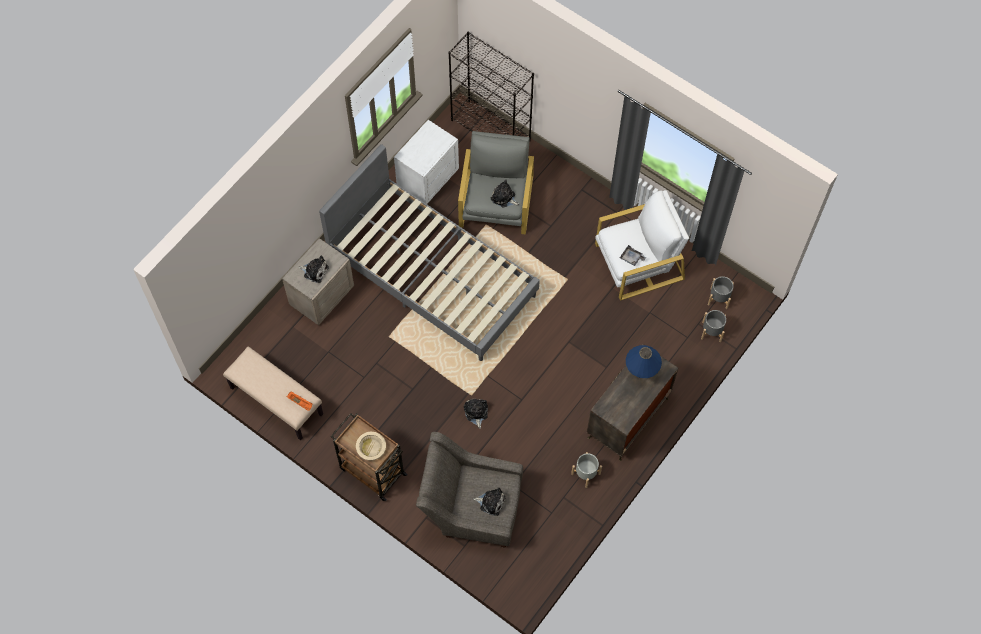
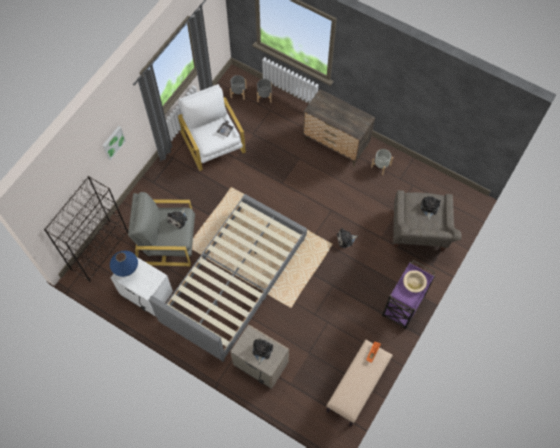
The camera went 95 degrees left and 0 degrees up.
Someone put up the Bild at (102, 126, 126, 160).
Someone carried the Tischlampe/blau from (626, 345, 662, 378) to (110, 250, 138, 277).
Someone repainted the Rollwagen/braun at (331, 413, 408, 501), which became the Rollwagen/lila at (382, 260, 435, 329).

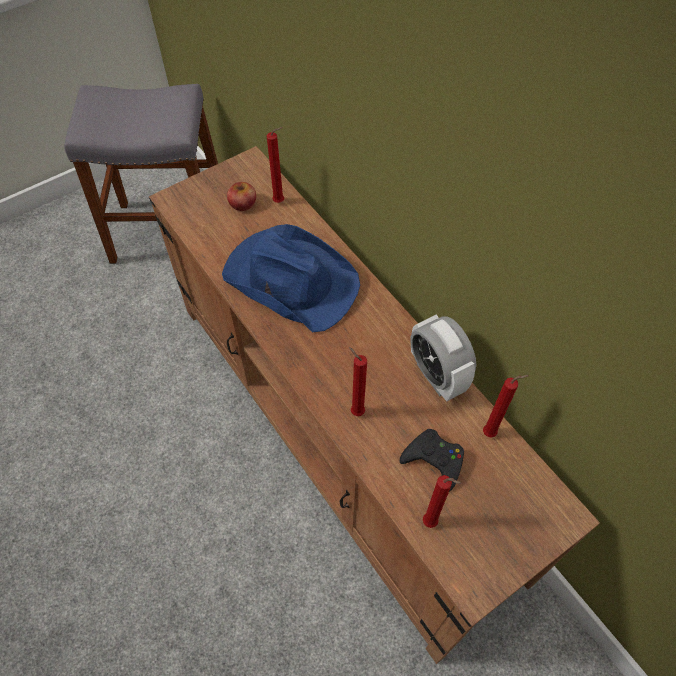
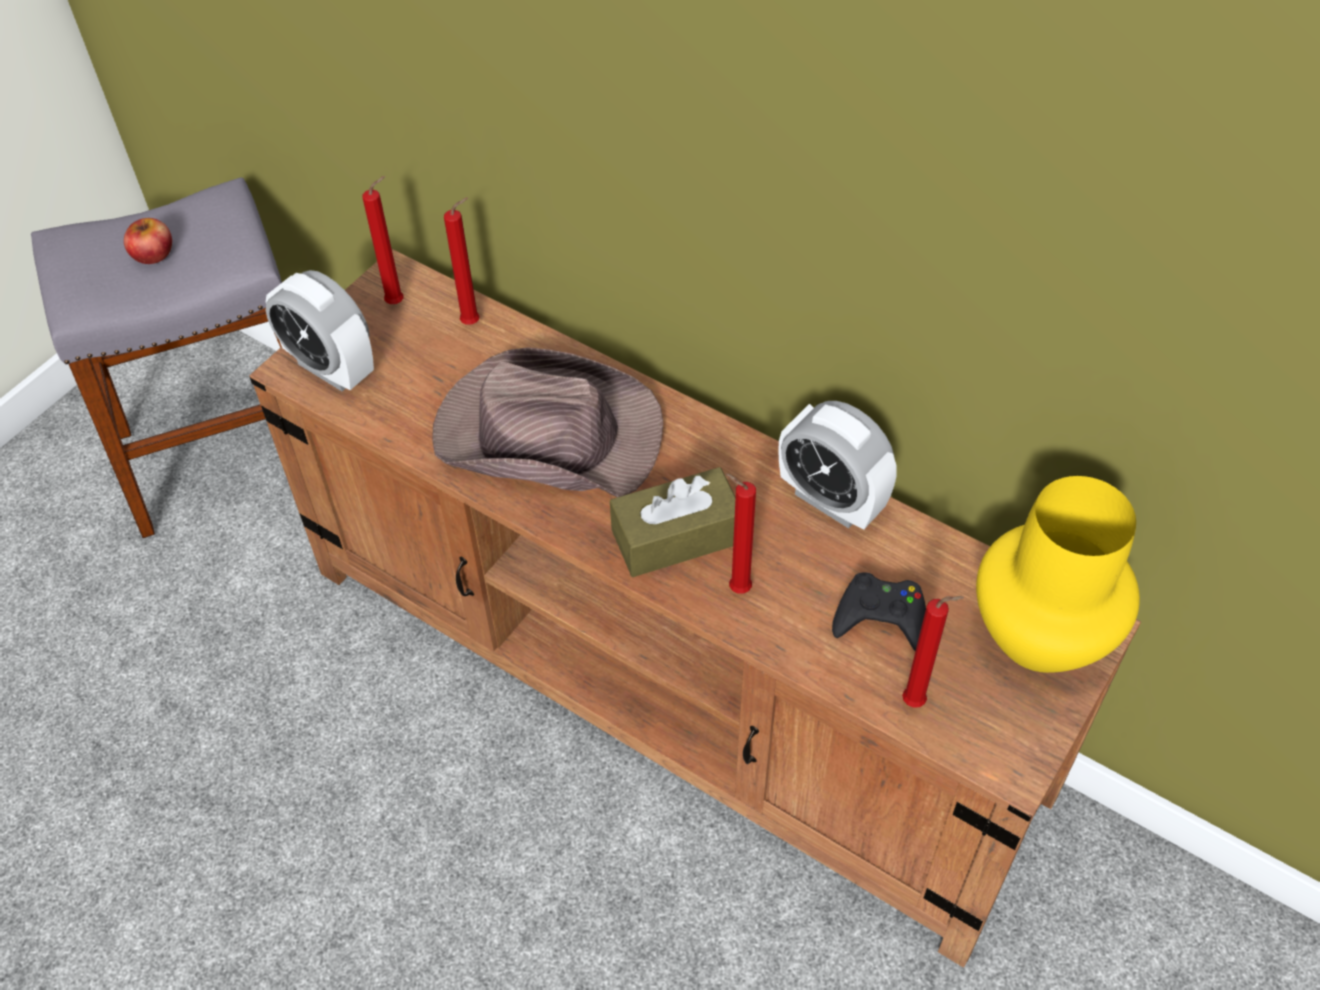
The camera went 20 degrees left and 5 degrees down.
Someone put down the Wecker at (266, 270, 374, 391).
Someone put down the Taschentuchbox/braun at (610, 467, 736, 577).
Someone put down the Vase/gelb at (976, 476, 1140, 673).
Someone carried the Apfel from (227, 182, 256, 211) to (124, 218, 172, 264).
Someone carried the Kerze/rot from (483, 375, 529, 438) to (362, 176, 404, 304).
Someone repainted the Hut/blau at (222, 224, 360, 332), which became the Hut/braun at (432, 347, 663, 497).

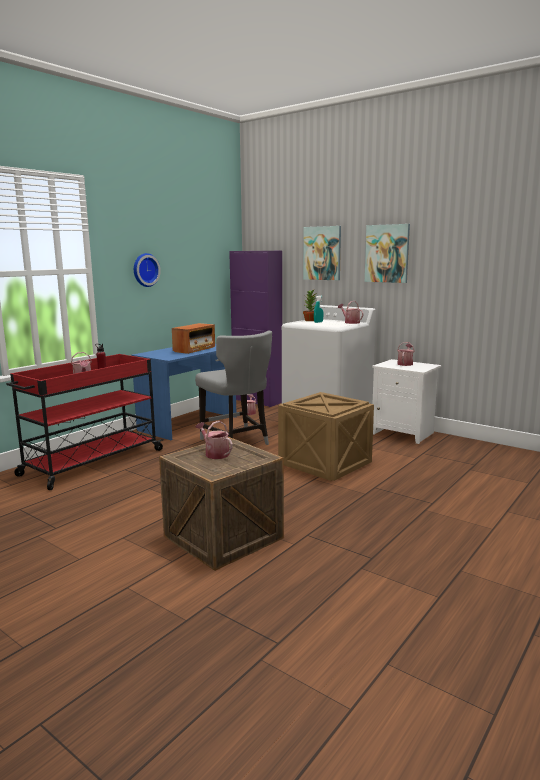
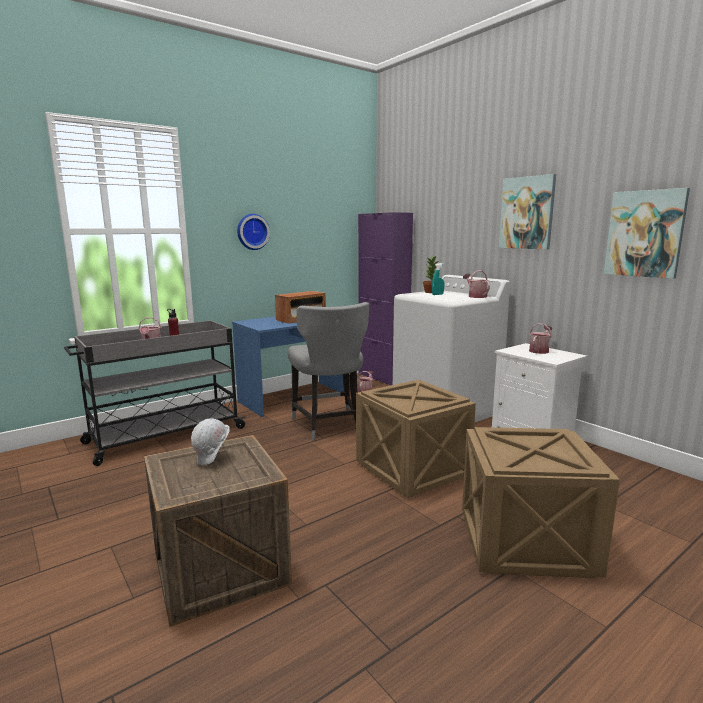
The camera went 15 degrees right and 0 degrees up.
Someone put down the Kiste at (462, 427, 620, 578).
Someone carried the Bild from (303, 226, 341, 280) to (604, 188, 690, 279).
Someone swapped the Gießkanne at (195, 421, 233, 459) for the Schutzhelm/weiß at (191, 418, 230, 465).
Someone repainted the Rollwagen/rot at (6, 354, 164, 490), which became the Rollwagen/grau at (64, 320, 246, 466).

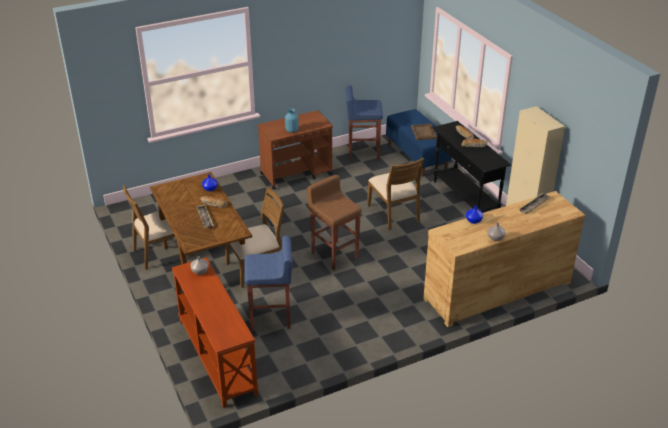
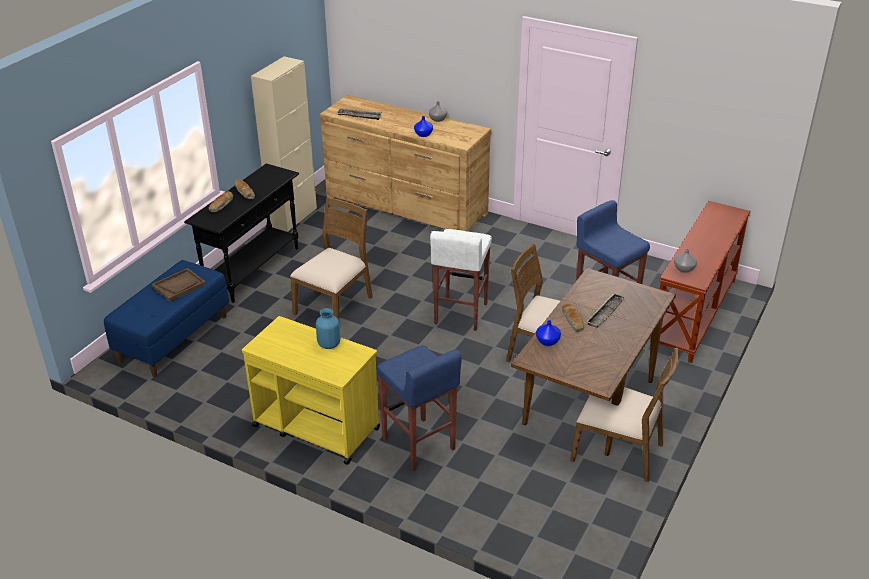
The camera went 125 degrees left and 0 degrees up.
Someone carried the Hocker/blau from (346, 85, 383, 160) to (376, 345, 462, 471).
Someone repainted the Rollwagen/braun at (257, 110, 333, 190), which became the Rollwagen/gelb at (242, 316, 380, 465).
Someone repainted the Hocker/braun at (307, 175, 362, 270), which became the Hocker/weiß at (430, 229, 492, 331).

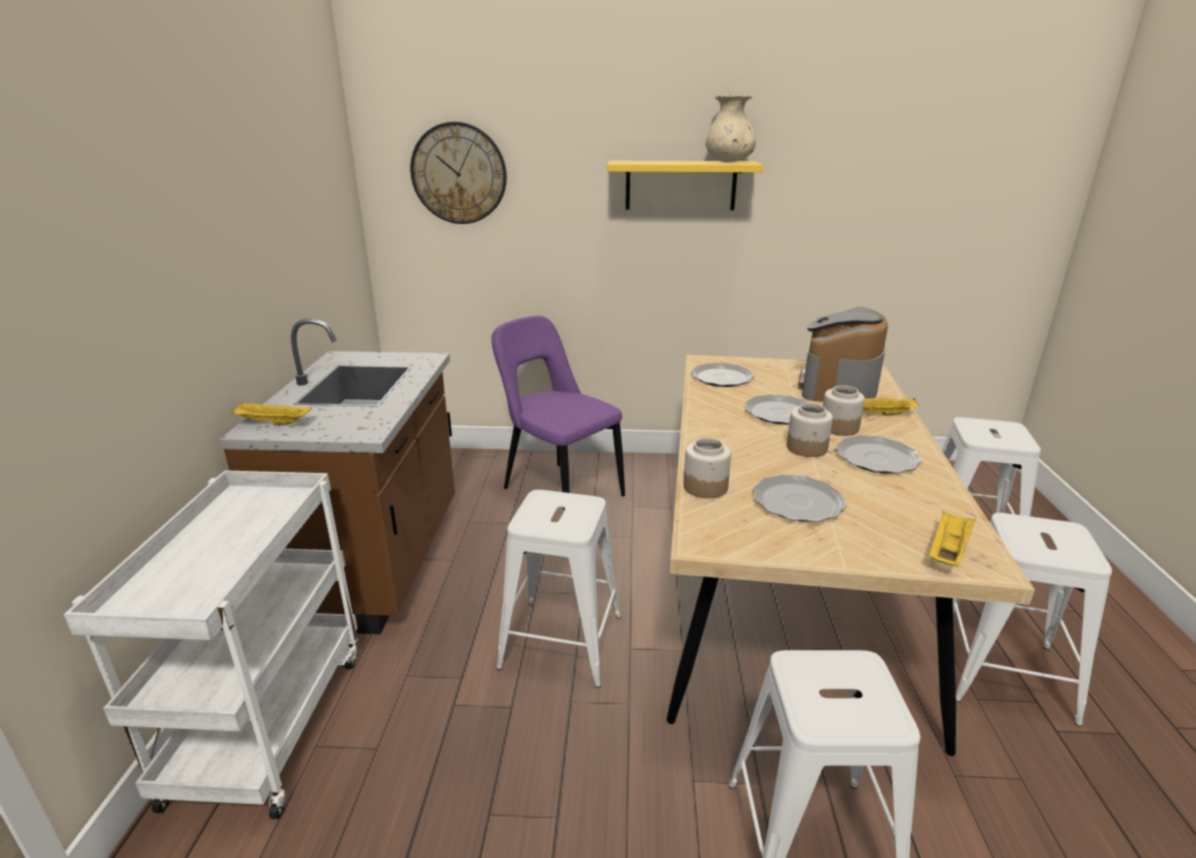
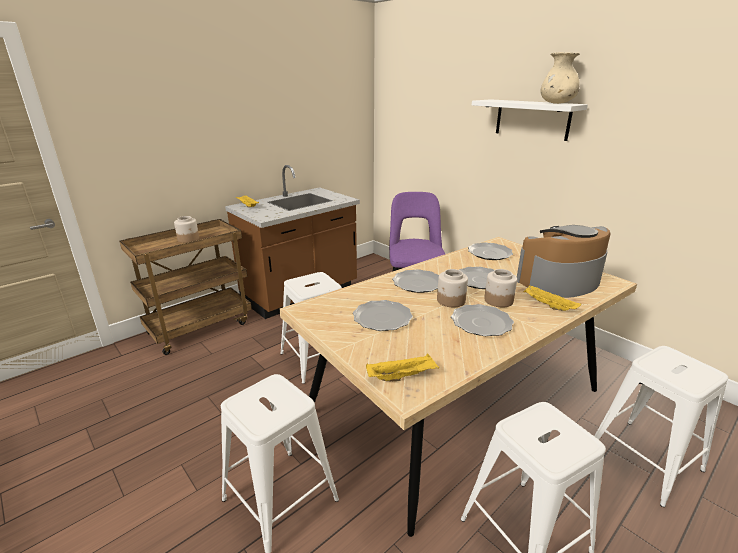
The camera went 45 degrees right and 0 degrees up.
Someone took away the Wanduhr at (410, 122, 507, 224).
Someone put down the Teller at (392, 269, 439, 293).
Someone carried the Vorratsglas from (683, 438, 731, 498) to (174, 216, 199, 243).
Someone repainted the Rollwagen/weiß at (63, 471, 358, 819), which became the Rollwagen/braun at (119, 219, 252, 355).
Someone repainted the Wandregal/gelb at (607, 161, 763, 210), which became the Wandregal/weiß at (472, 99, 588, 141).

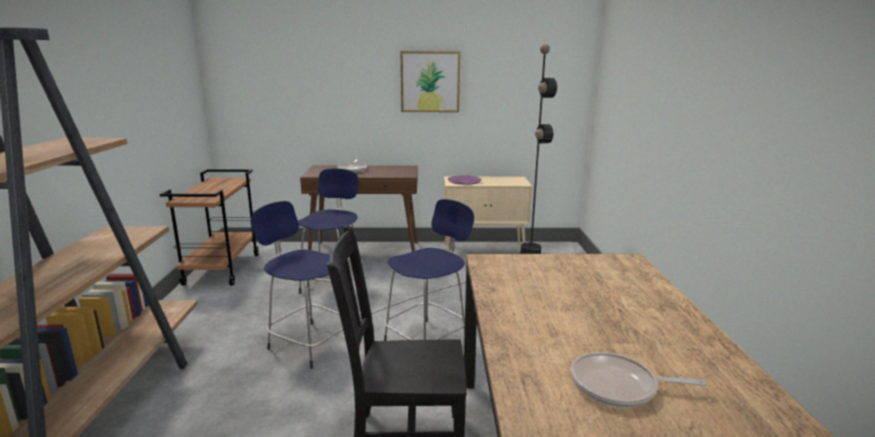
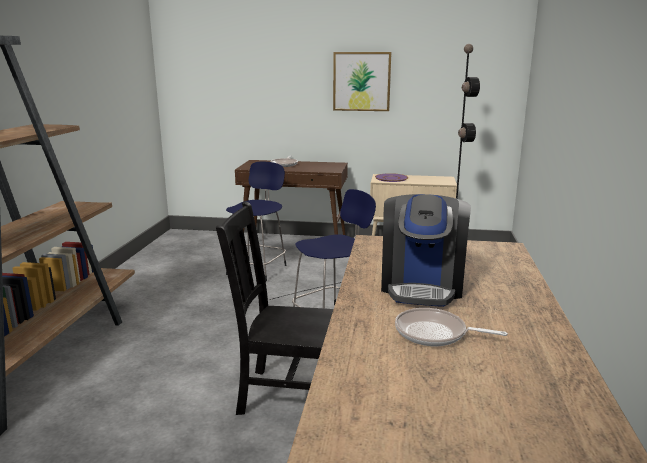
The camera went 10 degrees right and 0 degrees up.
Someone took away the Rollwagen/braun at (160, 169, 259, 286).
Someone took away the Hocker/blau at (251, 201, 343, 369).
Someone put down the Kaffeemaschine at (381, 194, 471, 307).

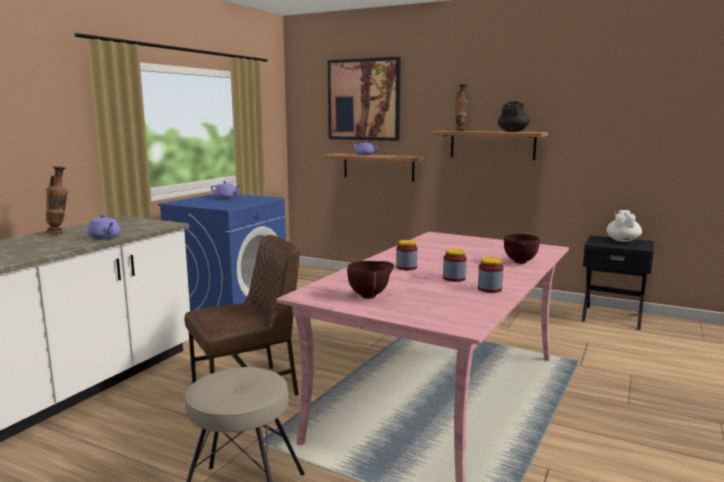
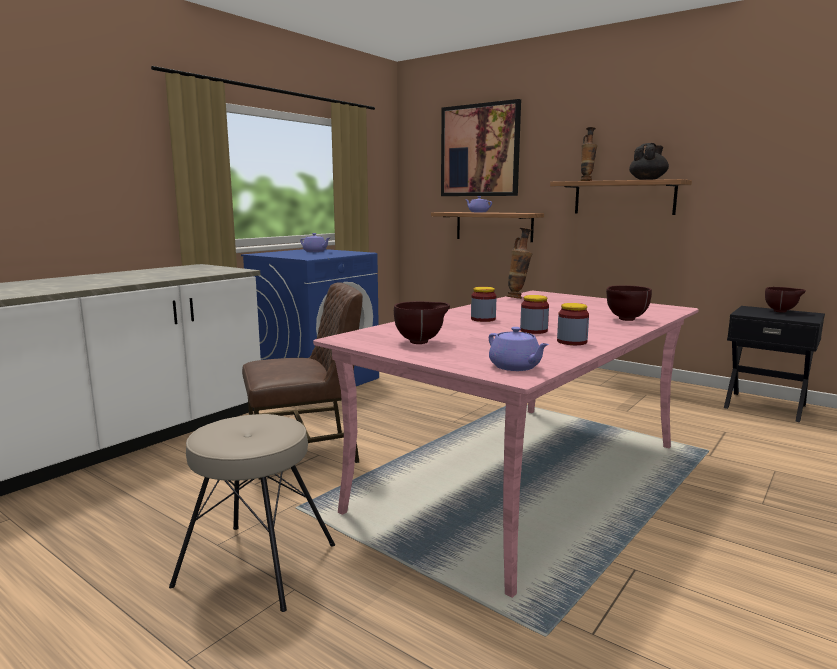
The camera went 10 degrees right and 0 degrees up.
Someone carried the Vase from (46, 166, 69, 234) to (507, 228, 532, 299).
Someone carried the Teekanne/lila from (87, 214, 120, 239) to (489, 327, 549, 371).
Someone swapped the Teekanne/weiß at (606, 210, 642, 242) for the Schüssel/braun at (765, 287, 806, 313).

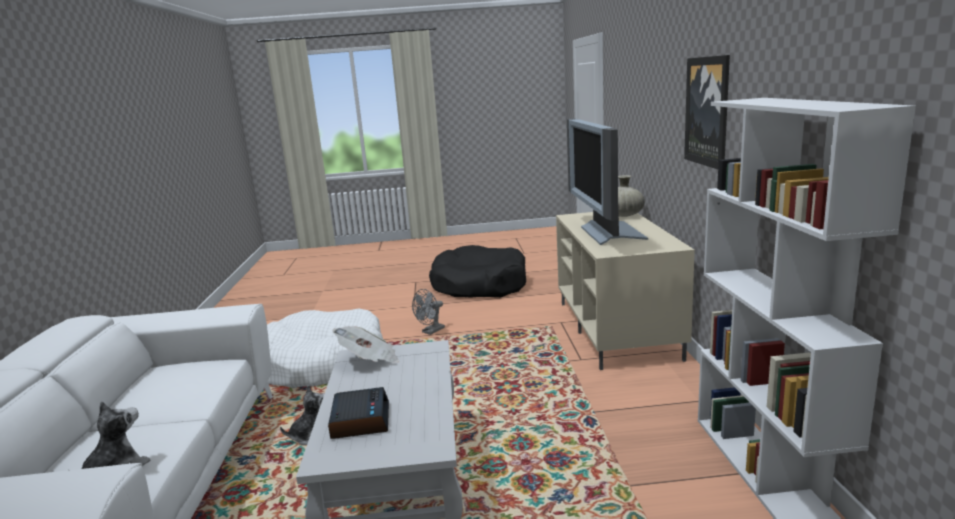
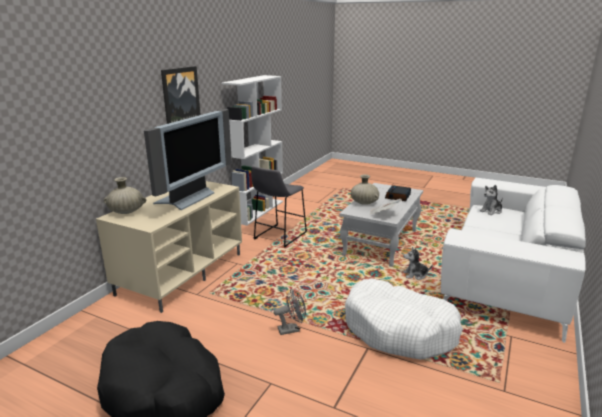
The camera went 150 degrees left and 5 degrees up.
Someone put down the Hocker/grau at (251, 166, 307, 247).
Someone put down the Vase/beige at (351, 175, 379, 205).

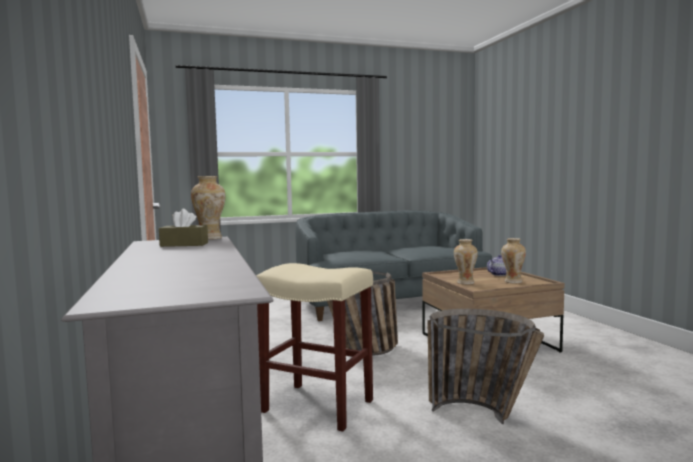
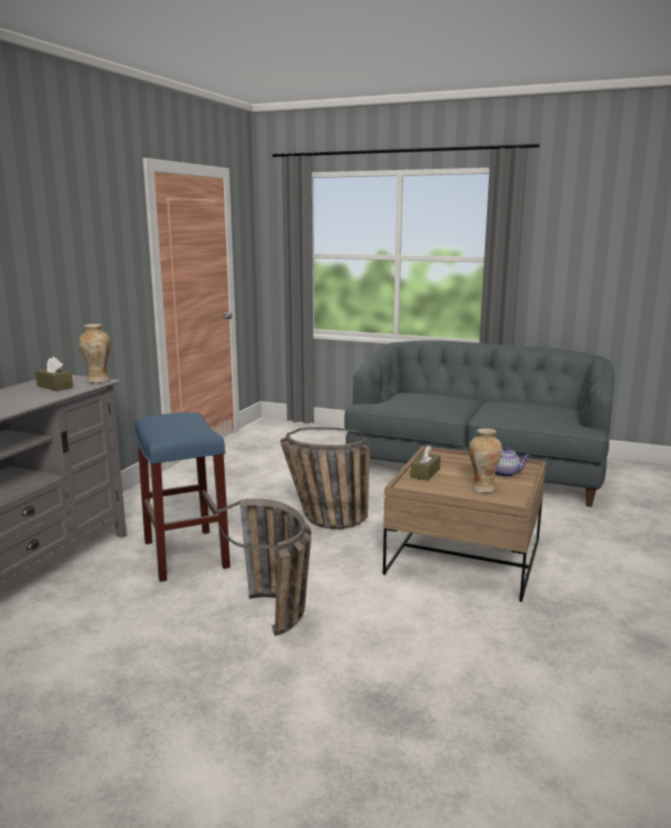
The camera went 40 degrees right and 10 degrees up.
Someone swapped the Vase at (454, 239, 478, 285) for the Taschentuchbox/braun at (411, 445, 441, 481).
Someone repainted the Hocker/beige at (256, 263, 373, 432), which became the Hocker/blau at (135, 412, 230, 582).

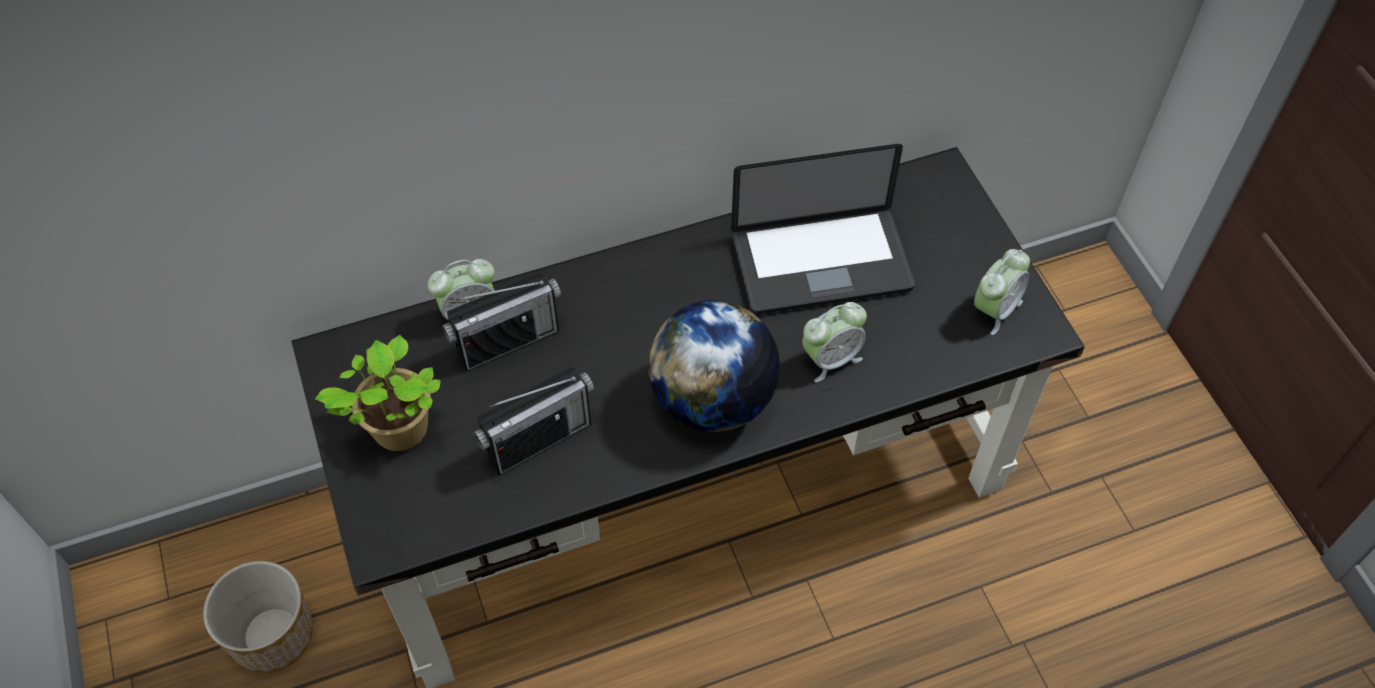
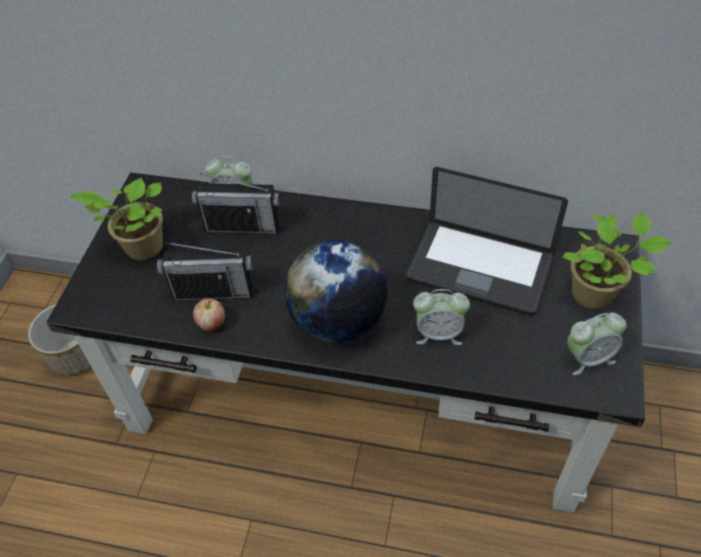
The camera went 35 degrees right and 5 degrees down.
Someone put down the Apfel at (193, 298, 225, 332).
Someone put down the Topfpflanze at (562, 212, 671, 309).

